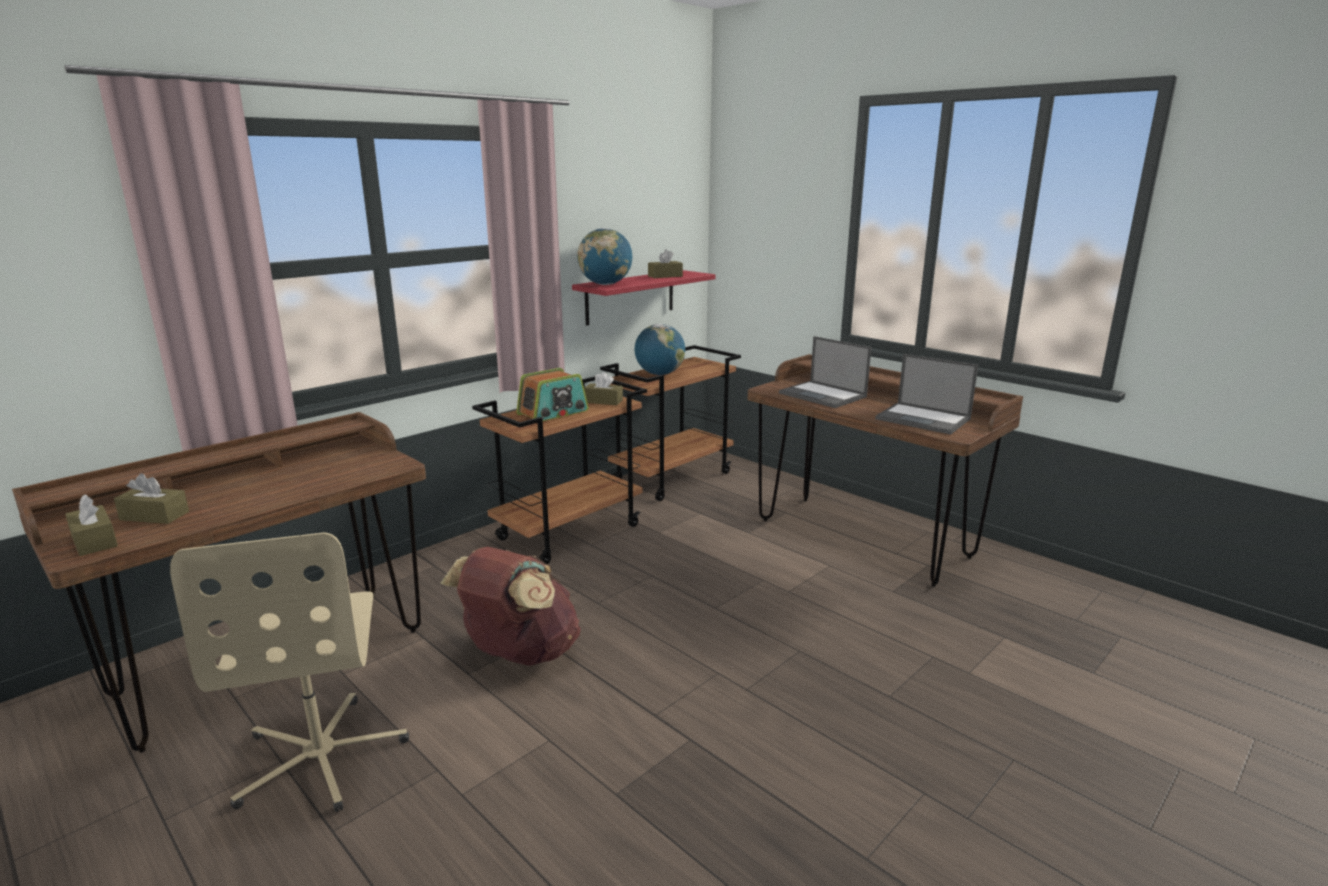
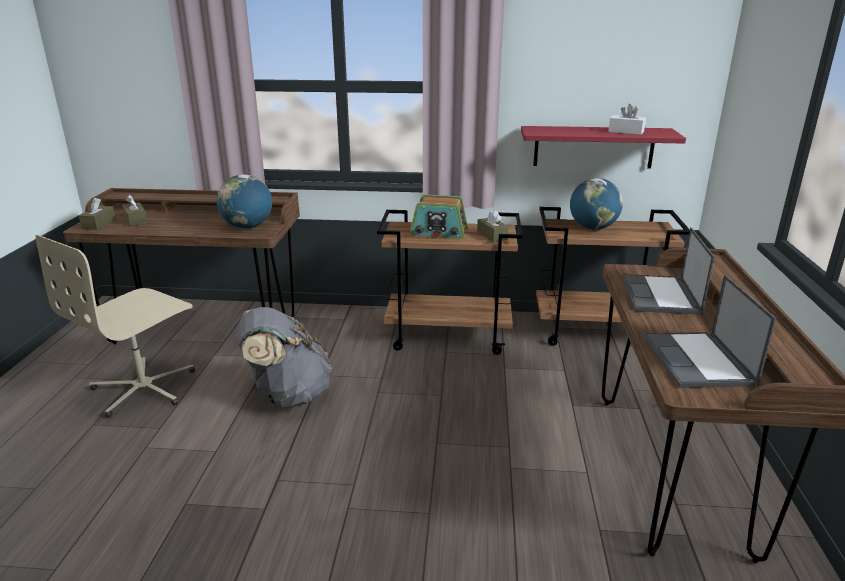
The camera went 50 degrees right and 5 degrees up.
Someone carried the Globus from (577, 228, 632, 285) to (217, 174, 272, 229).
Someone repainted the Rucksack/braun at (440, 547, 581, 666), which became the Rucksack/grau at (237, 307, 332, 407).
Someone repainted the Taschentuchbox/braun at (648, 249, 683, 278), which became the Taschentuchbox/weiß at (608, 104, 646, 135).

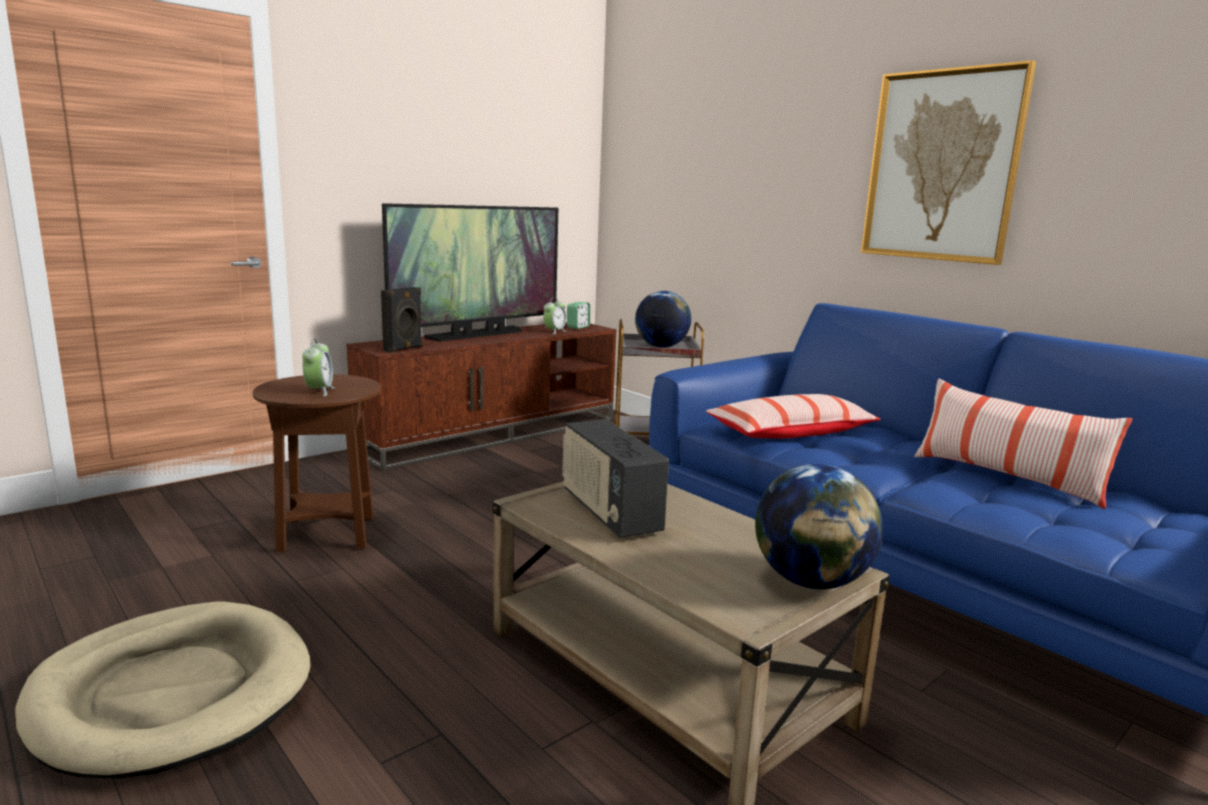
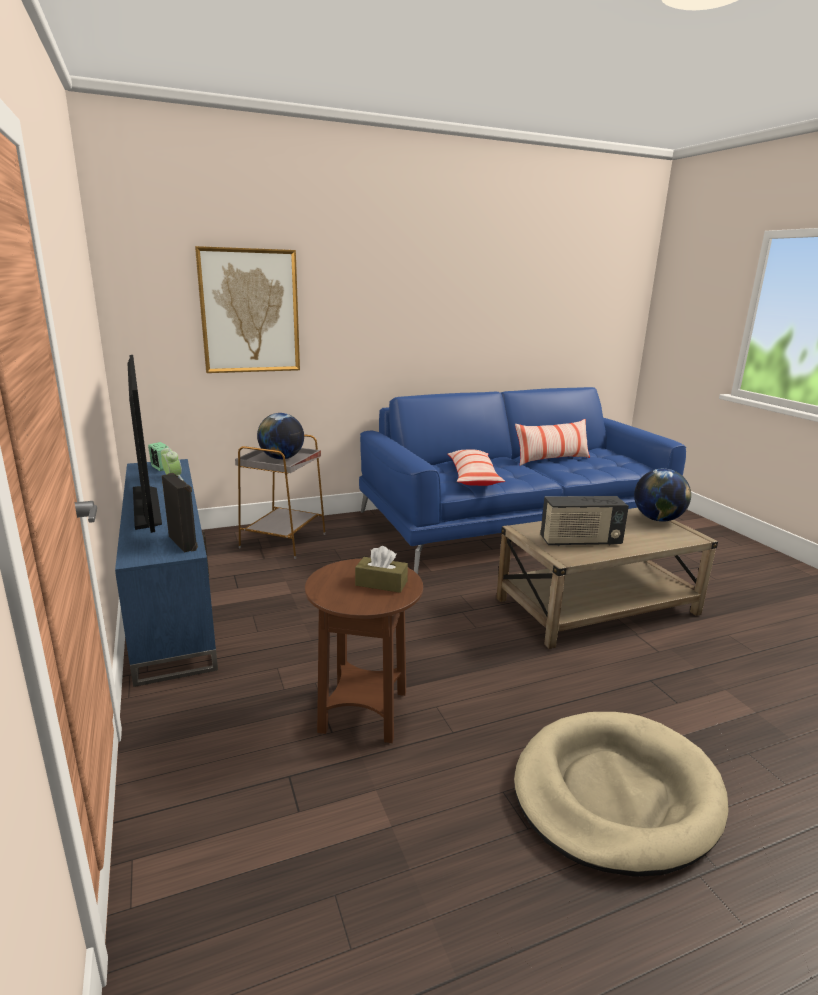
The camera went 70 degrees left and 5 degrees up.
Someone carried the Bild from (861, 60, 1036, 265) to (195, 246, 300, 373).
Someone swapped the Wecker at (302, 338, 335, 396) for the Taschentuchbox/braun at (355, 546, 408, 593).
Someone repainted the Fernsehschrank/braun at (346, 322, 616, 470), which became the Fernsehschrank/blau at (115, 459, 218, 687).

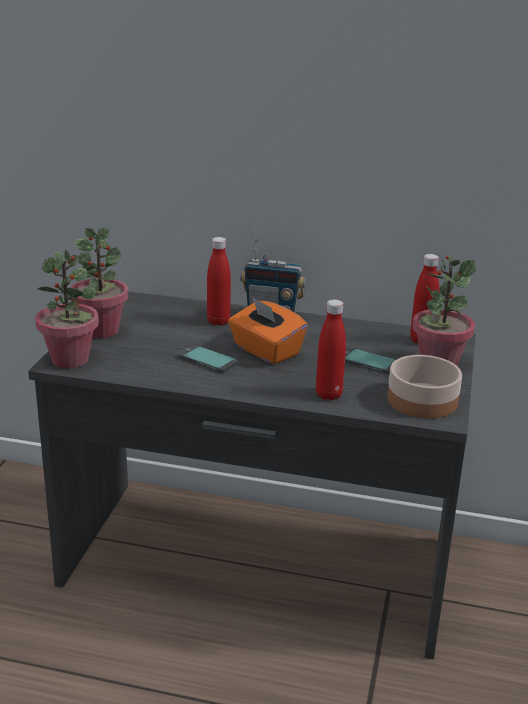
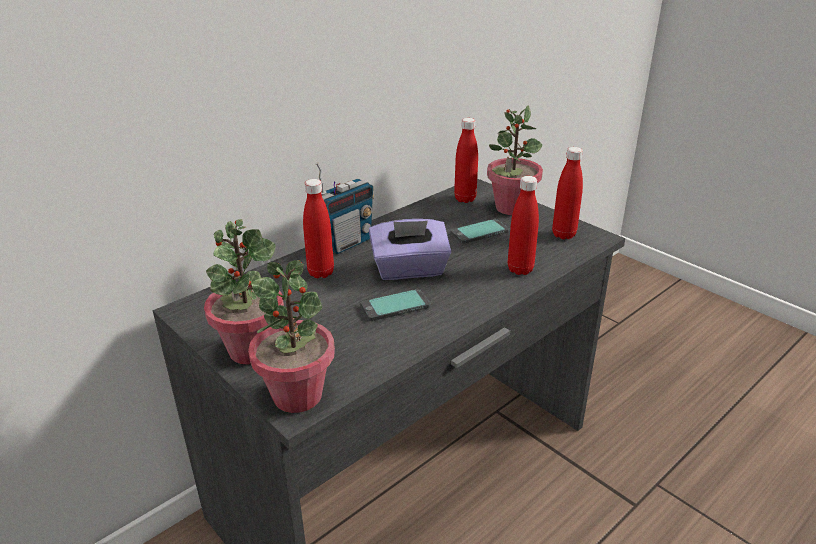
The camera went 55 degrees left and 5 degrees up.
Someone swapped the Schüssel at (388, 355, 462, 418) for the Flasche/rot at (552, 147, 583, 239).
Someone repainted the Taschentuchbox/orange at (228, 297, 308, 364), which became the Taschentuchbox/lila at (369, 219, 451, 280).

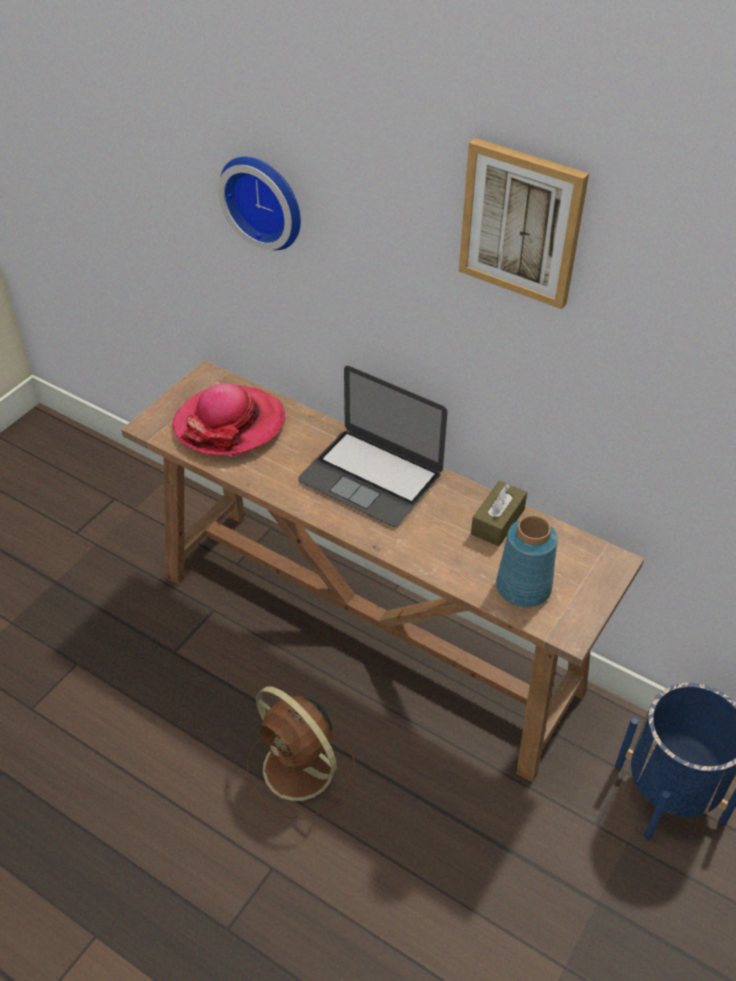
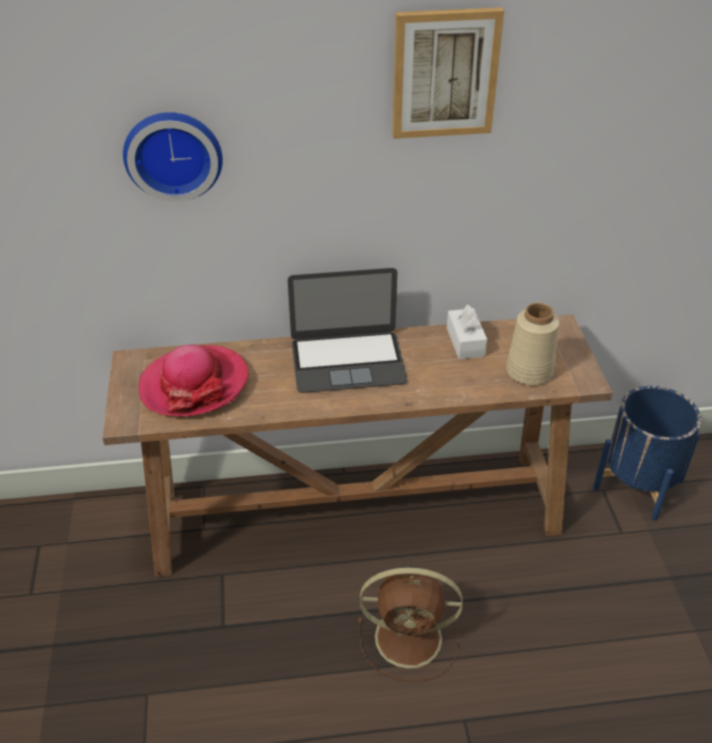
The camera went 40 degrees left and 5 degrees down.
Someone repainted the Taschentuchbox/braun at (471, 481, 527, 547), which became the Taschentuchbox/weiß at (447, 304, 487, 359).
Someone repainted the Vase/blau at (496, 515, 558, 607), which became the Vase/beige at (506, 303, 559, 385).

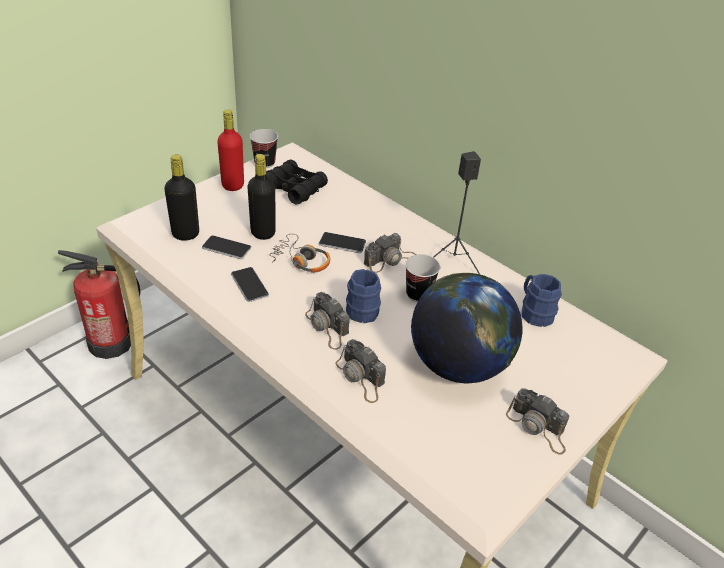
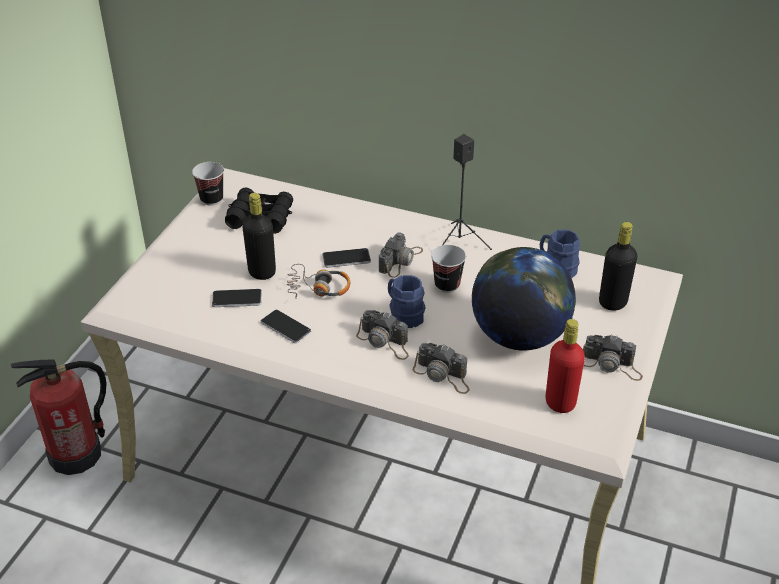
The camera went 20 degrees left and 0 degrees up.
Someone carried the Flasche/schwarz from (164, 155, 199, 241) to (599, 222, 637, 311).
Someone carried the Flasche/rot from (217, 109, 244, 191) to (545, 319, 585, 413).

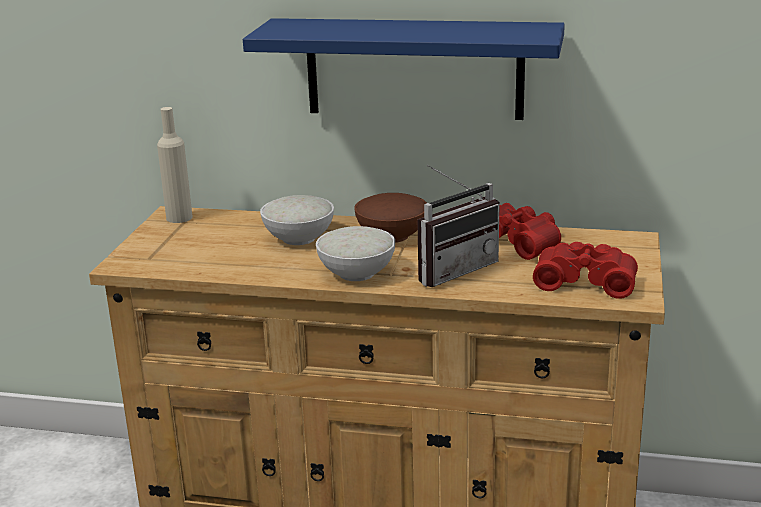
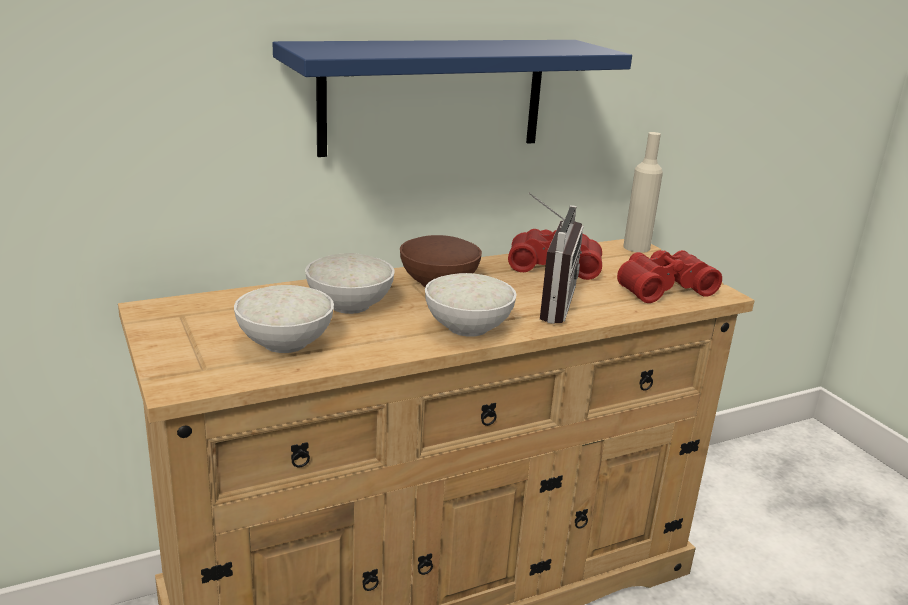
The camera went 40 degrees left and 0 degrees up.
Someone put down the Schüssel/weiß at (234, 285, 334, 353).
Someone carried the Flasche/beige from (157, 107, 193, 223) to (623, 132, 663, 253).

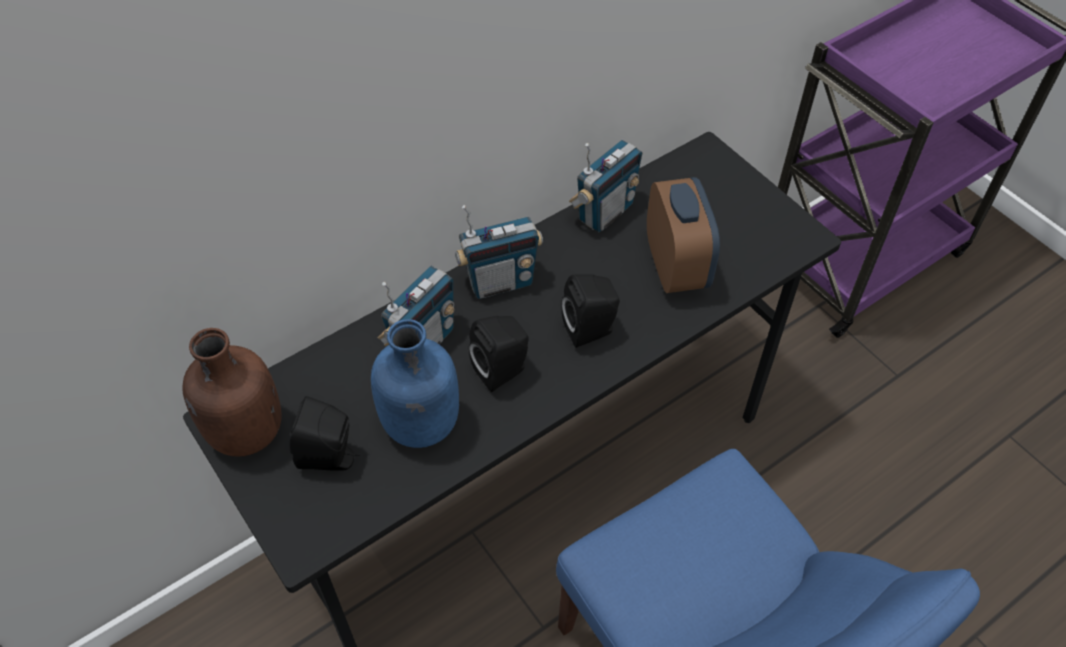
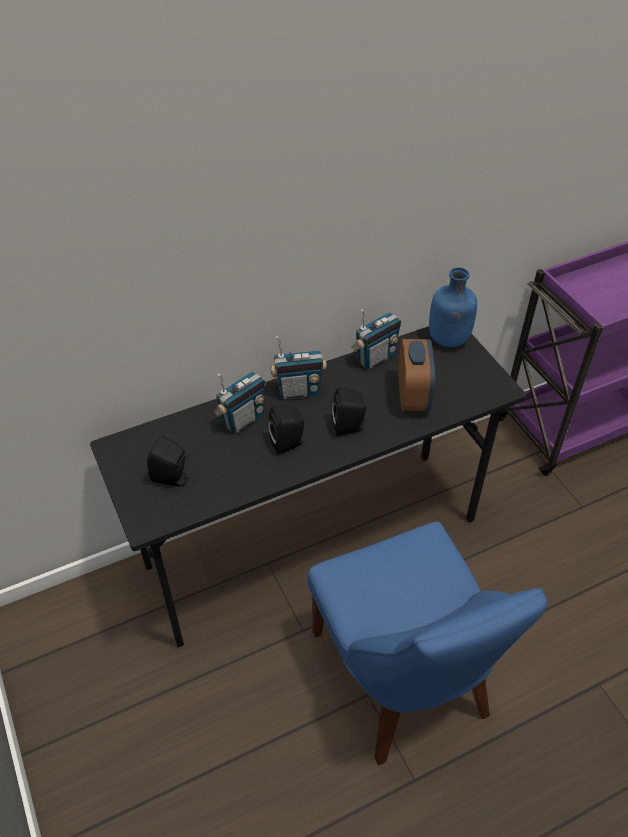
The camera went 10 degrees right and 5 degrees down.
Someone took away the Flasche/braun at (182, 328, 282, 457).
Someone carried the Flasche/blau from (371, 319, 459, 448) to (429, 267, 477, 347).

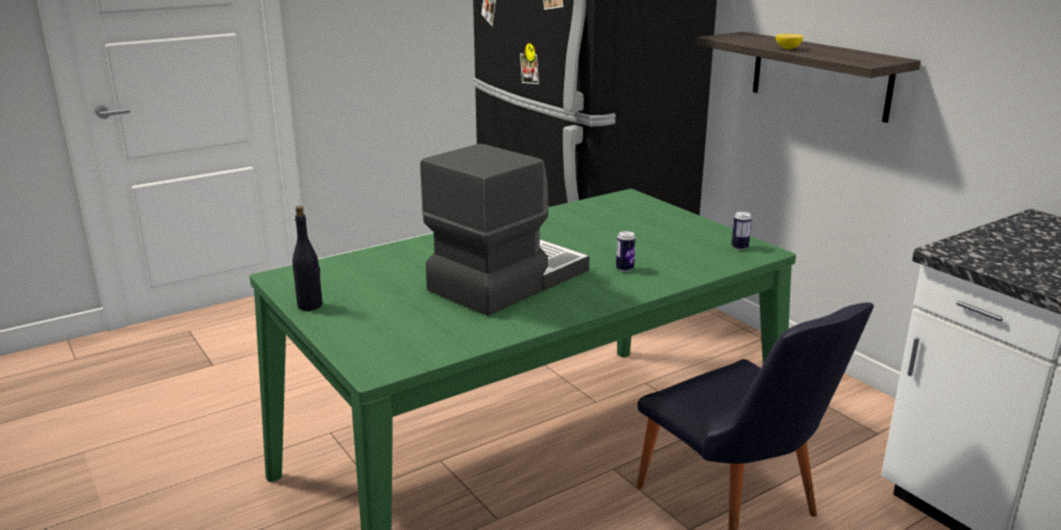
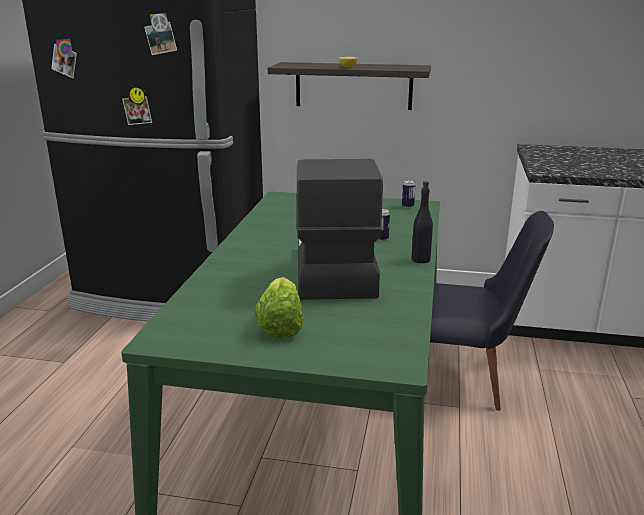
The camera went 45 degrees left and 0 degrees up.
Someone put down the Salatkopf at (254, 277, 304, 339).
Someone carried the Flasche/schwarz from (292, 206, 323, 311) to (411, 181, 433, 263).

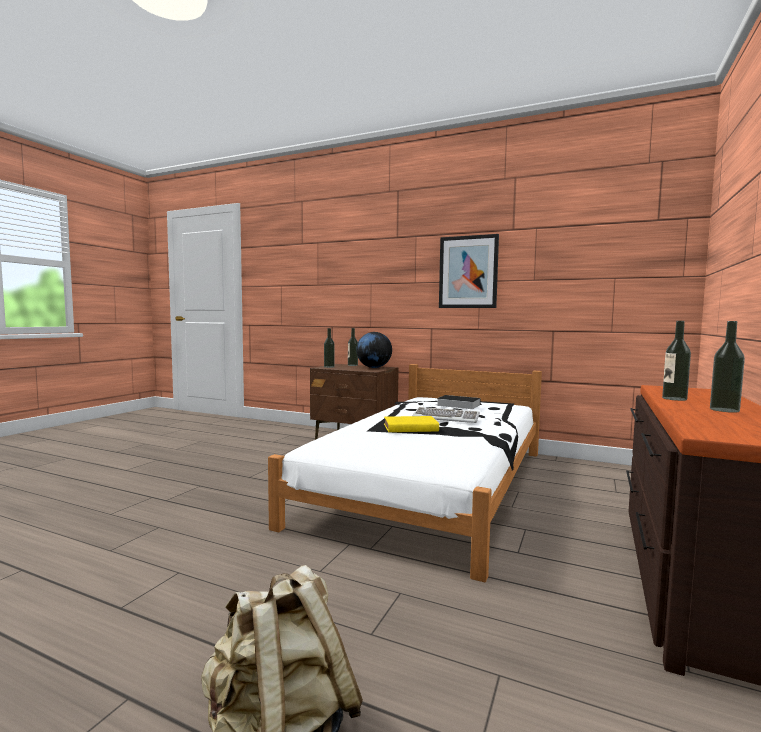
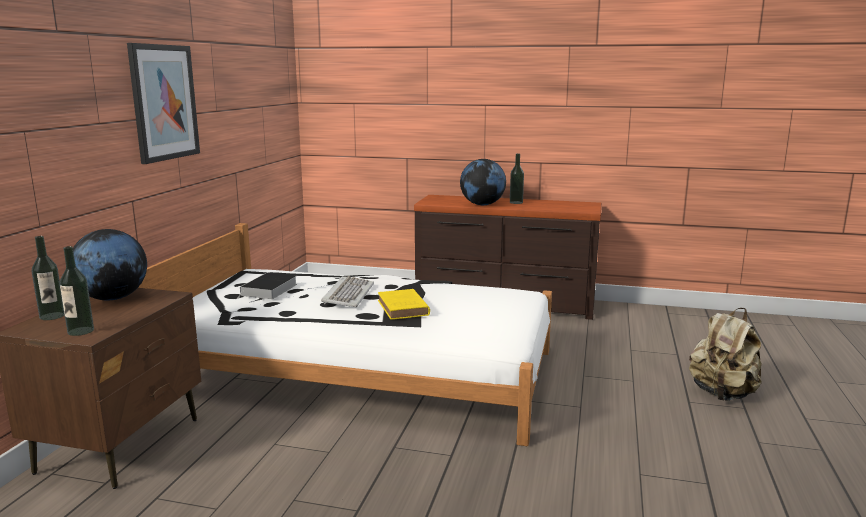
The camera went 100 degrees left and 10 degrees up.
Someone swapped the Flasche at (662, 321, 691, 401) for the Globus at (460, 159, 506, 205).

